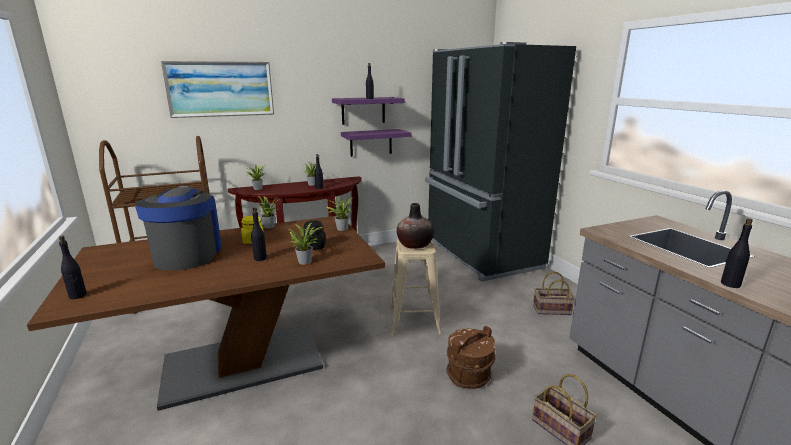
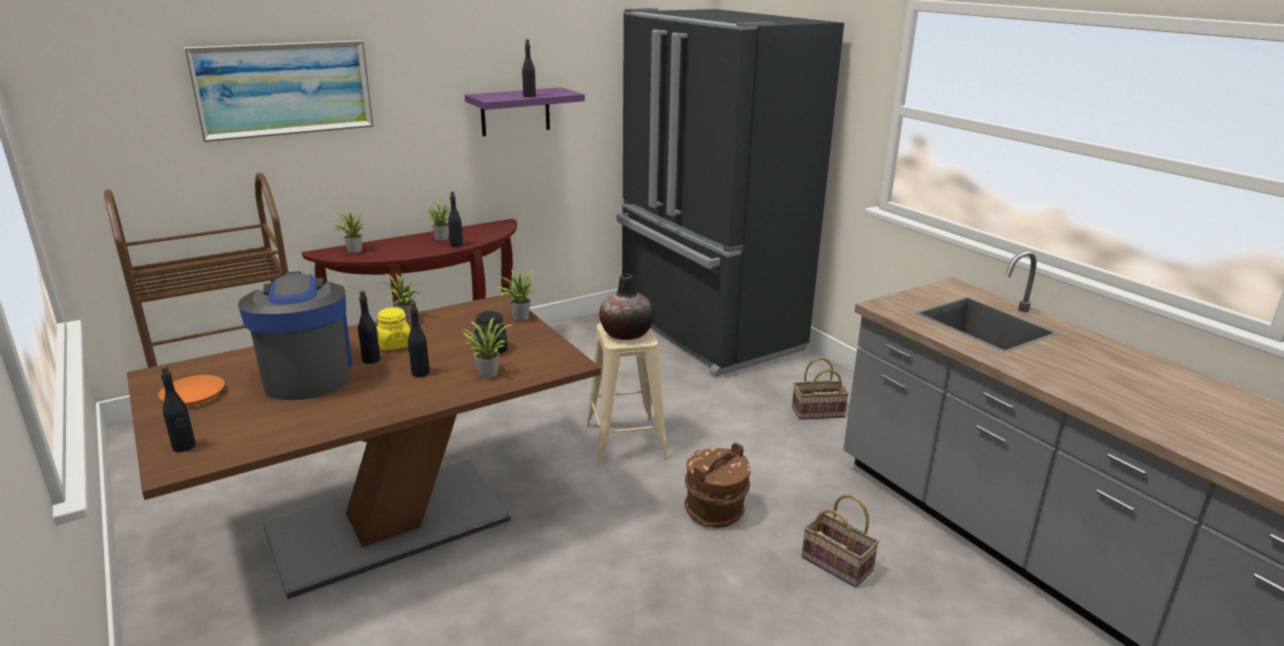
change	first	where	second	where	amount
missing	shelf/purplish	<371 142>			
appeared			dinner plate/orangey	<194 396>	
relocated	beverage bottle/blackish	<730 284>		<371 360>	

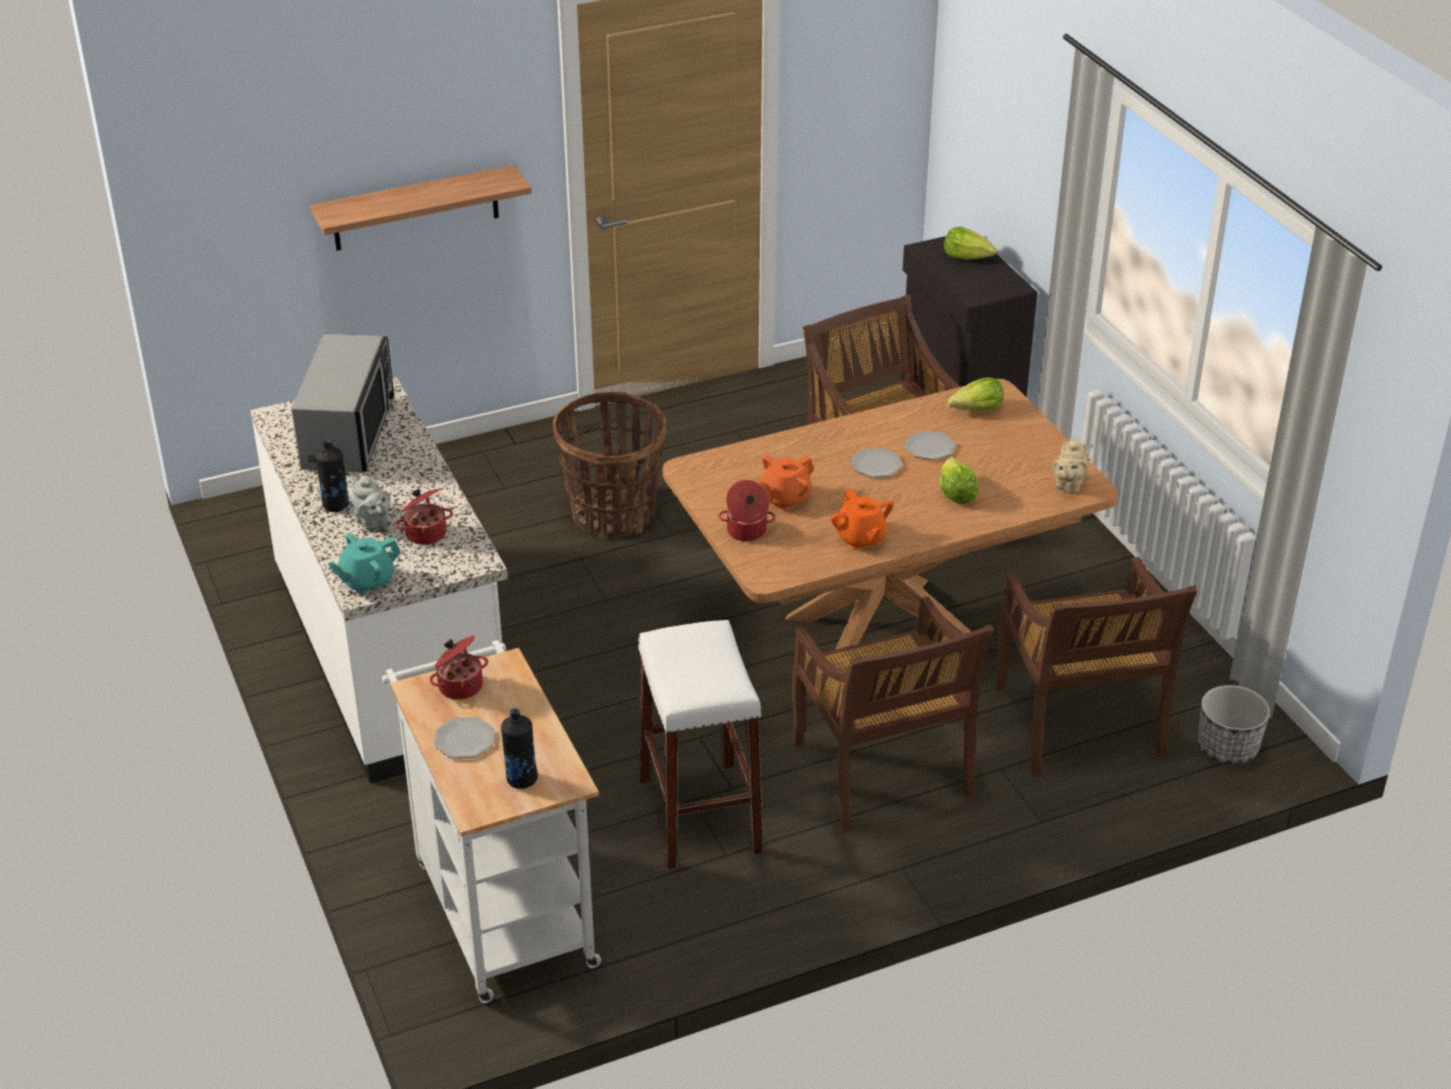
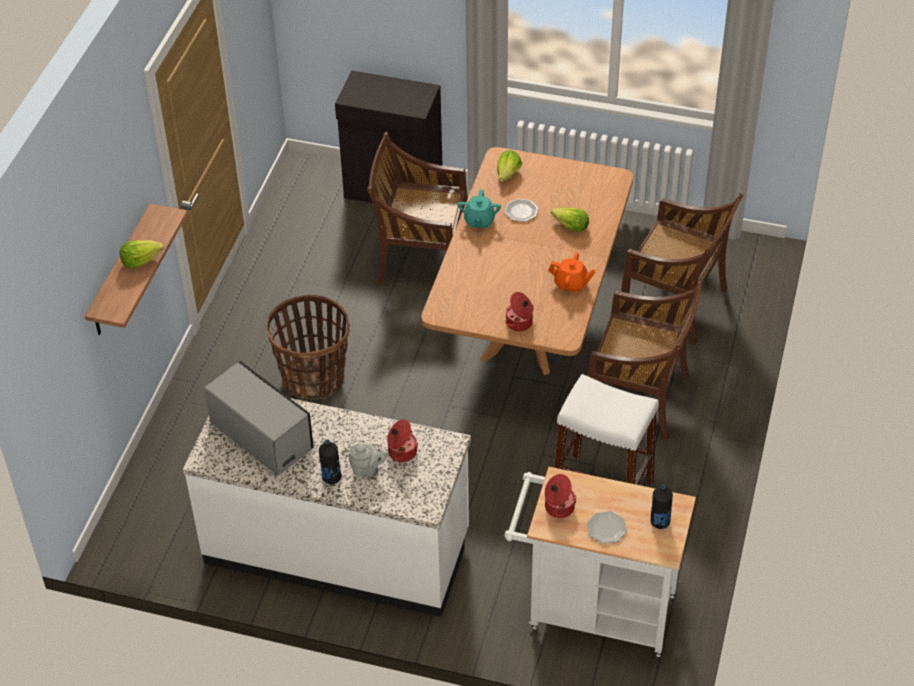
change	first	where	second	where	amount
missing	tea pot/orangey	<784 499>			
missing	dinner plate	<876 465>			
missing	tea pot/beige	<1068 485>			
missing	plant pot	<1226 748>			
relocated	tea pot/turquoise	<367 581>		<479 221>	
relocated	lettuce head	<967 257>		<141 260>	

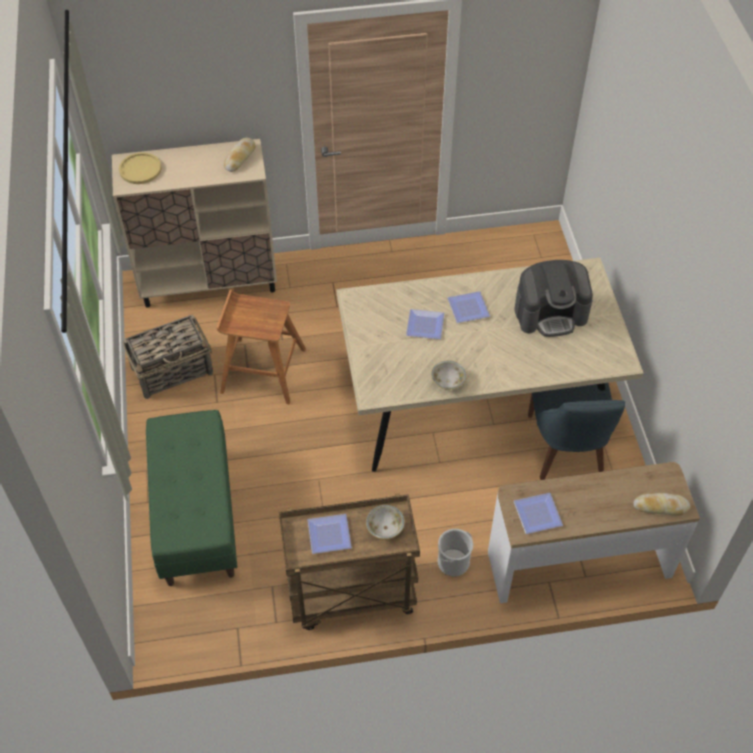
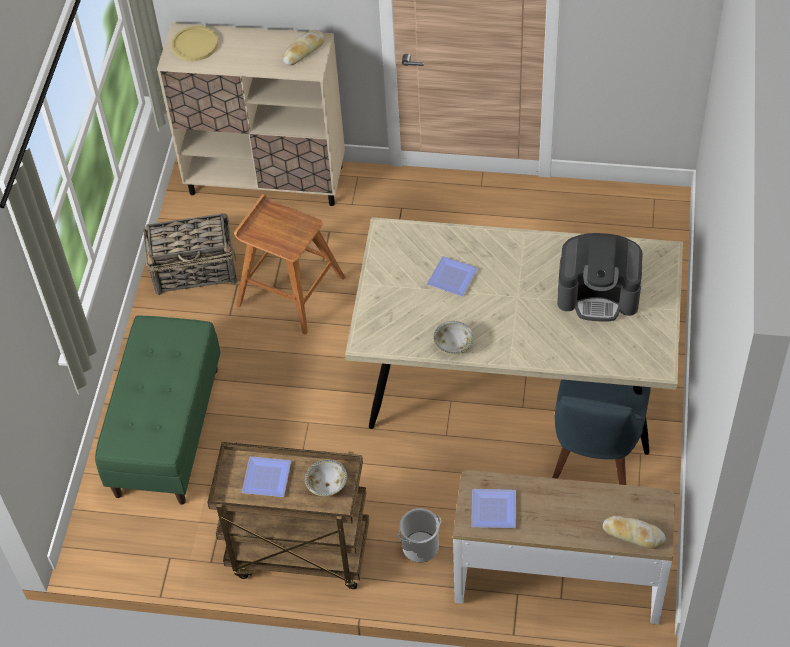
change	first	where	second	where	amount
missing	dinner plate	<470 309>			

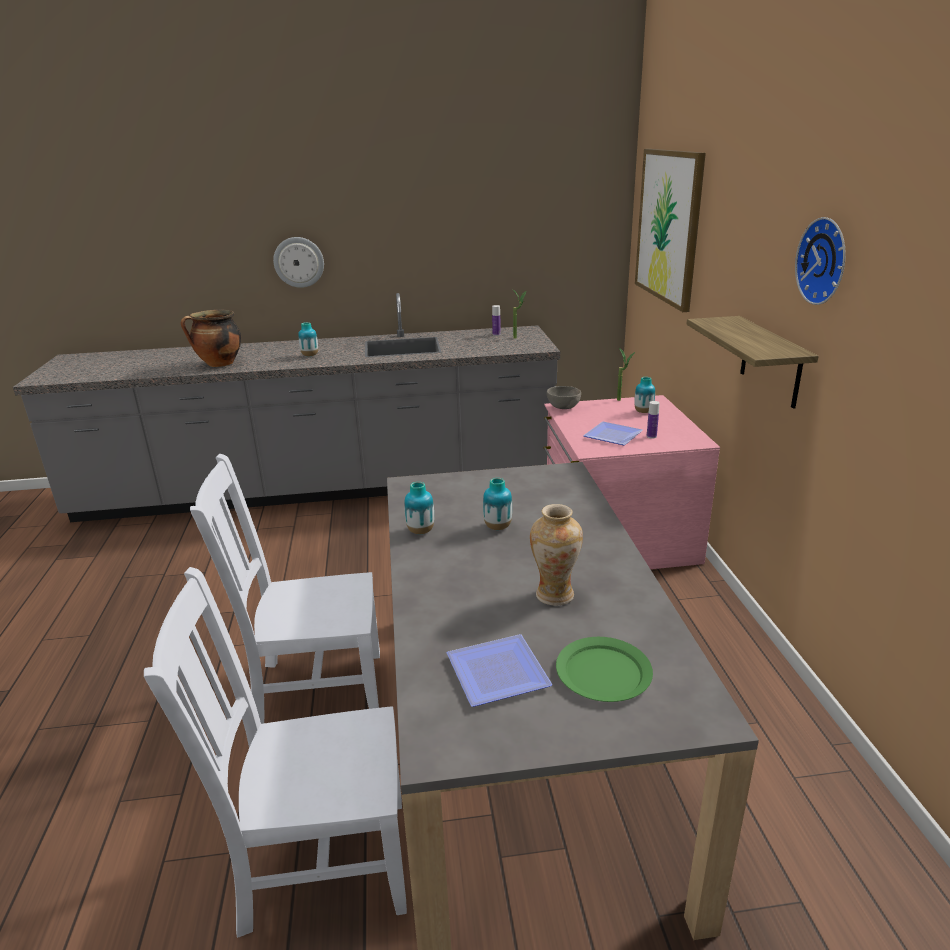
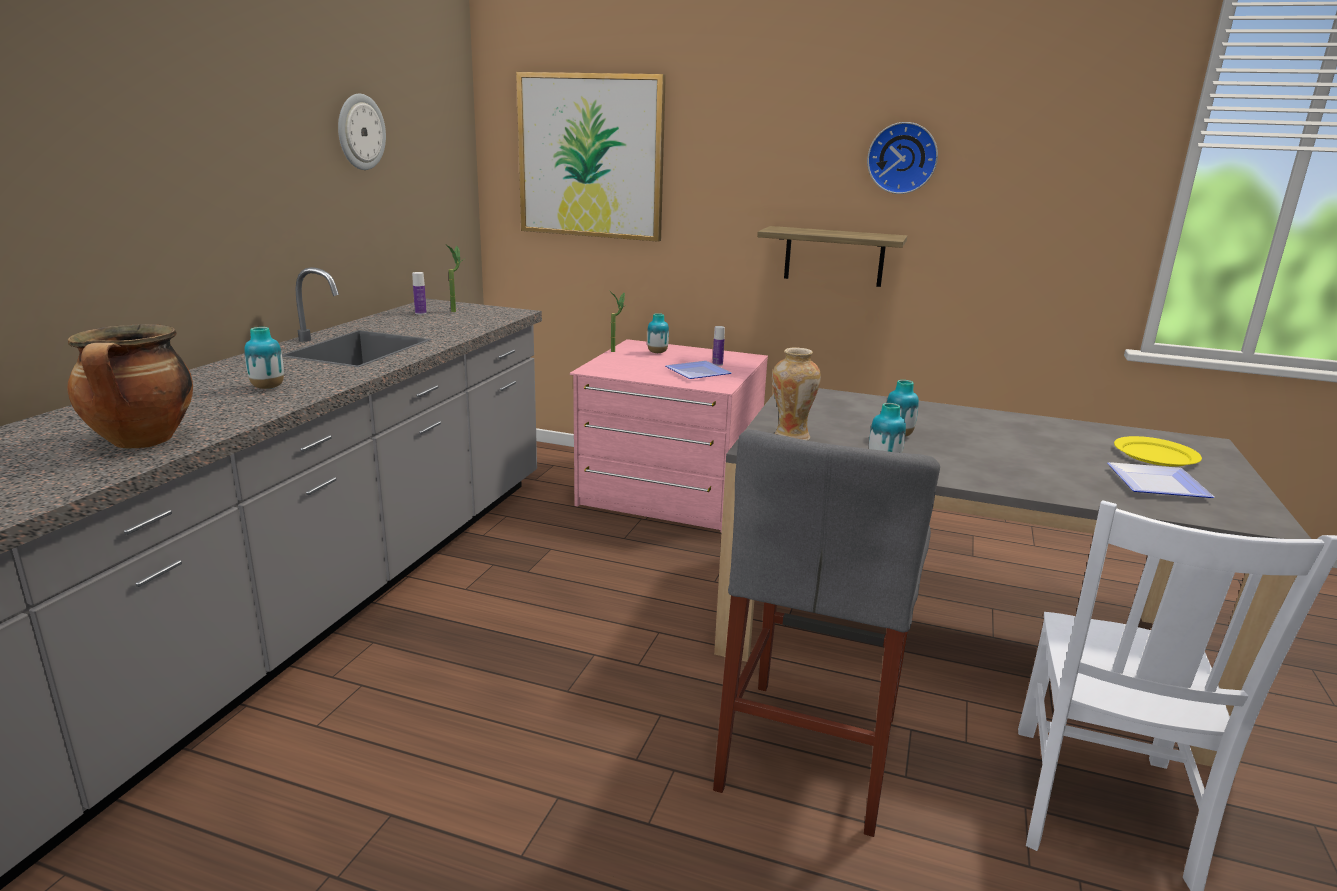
change	first	where	second	where	amount
missing	deep dish/greyish	<563 408>			
relocated	hanging clock	<299 262>		<360 132>	
relocated	decorative vase	<554 594>		<791 437>	
exchanged	chair/white-coloured	<314 689>	stool/greyish	<809 751>	
colour	dinner plate/greenish	<602 672>	dinner plate/yellow	<1155 455>	

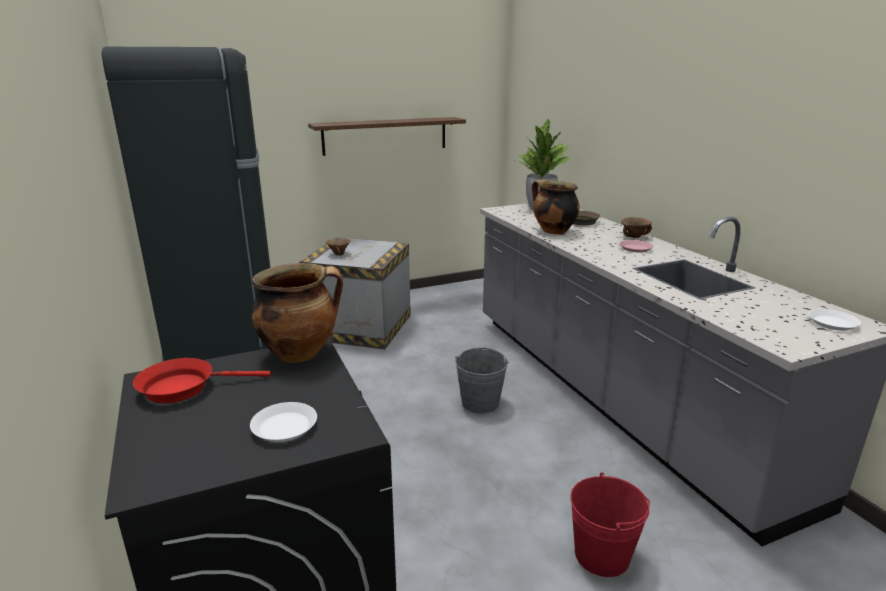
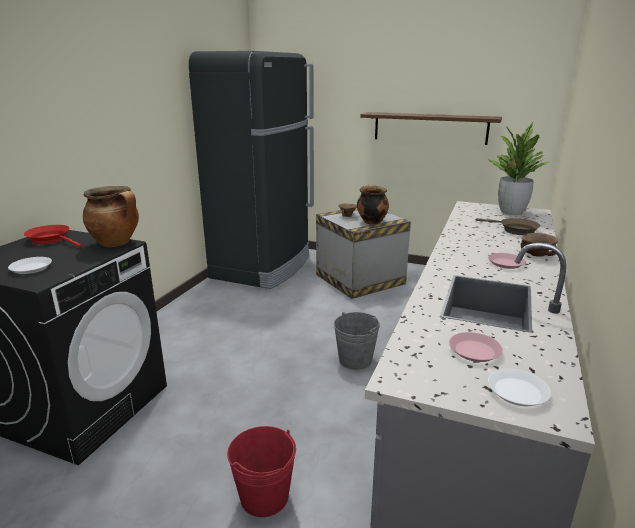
change	first	where	second	where	amount
appeared			dinner plate/pink-coloured	<474 351>	
relocated	stockpot	<552 231>		<371 222>	

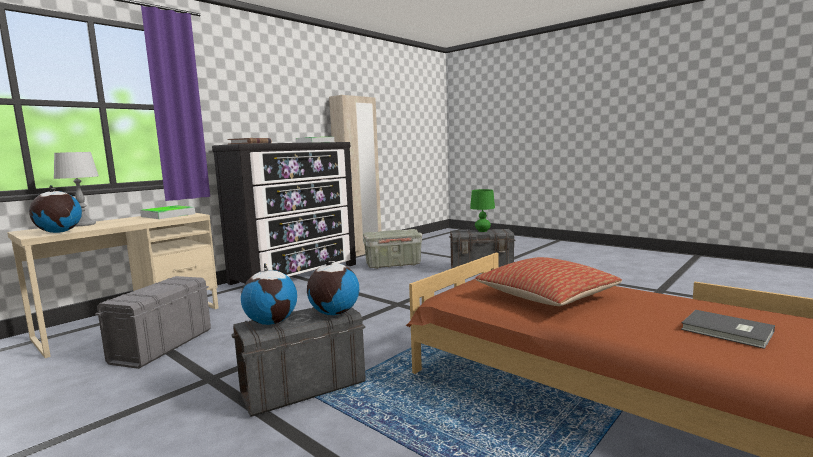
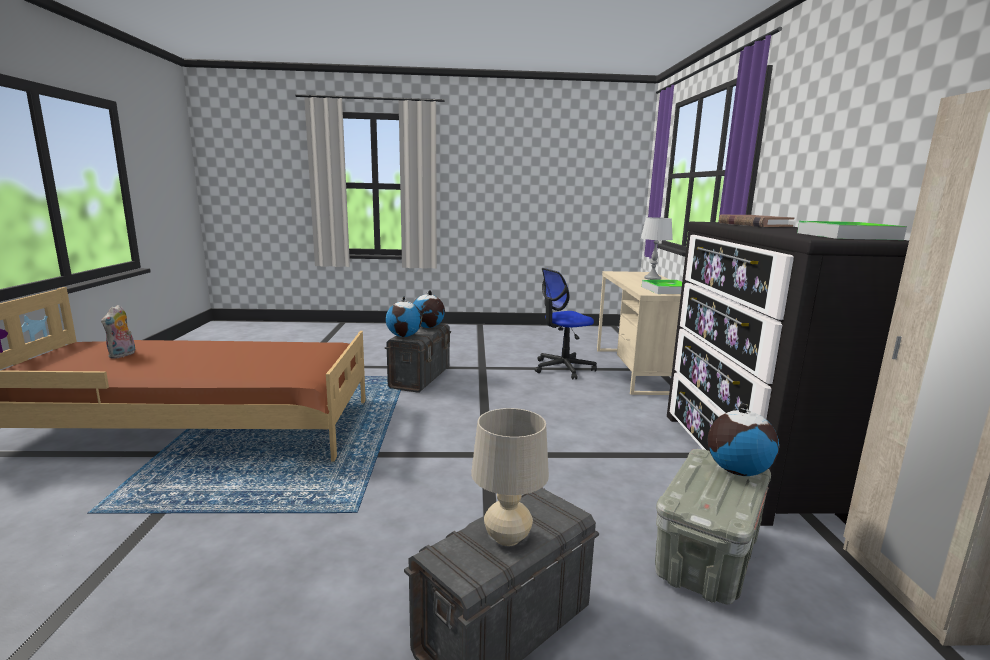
change	first	where	second	where	amount
missing	pillow	<546 297>			
relocated	globe	<59 232>		<737 471>	
exchanged	storage box/greyish	<162 346>	desk chair	<563 368>	
exchanged	volume/greyish	<727 331>	cuddly toy	<123 355>	
colour	tabletop lamp/greenish	<482 231>	tabletop lamp/beige	<507 537>	

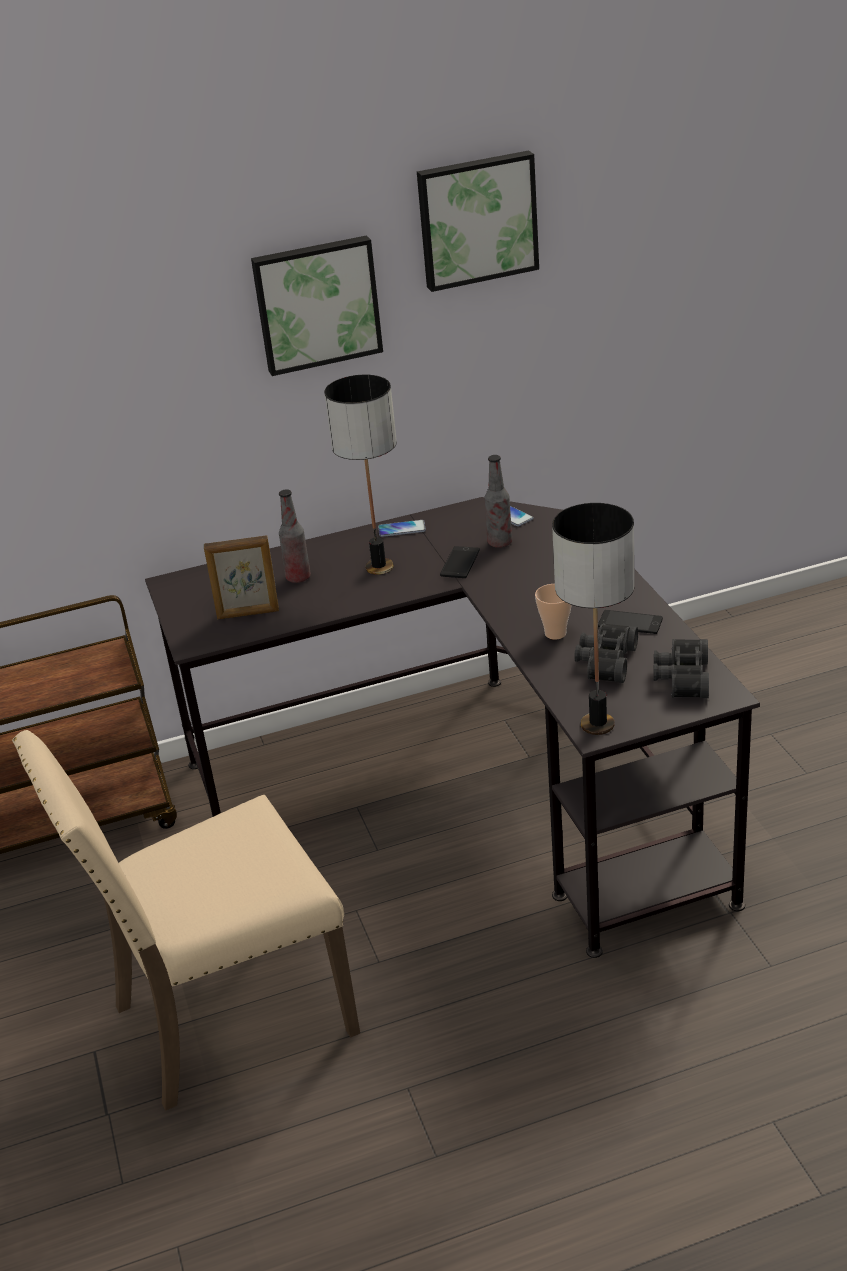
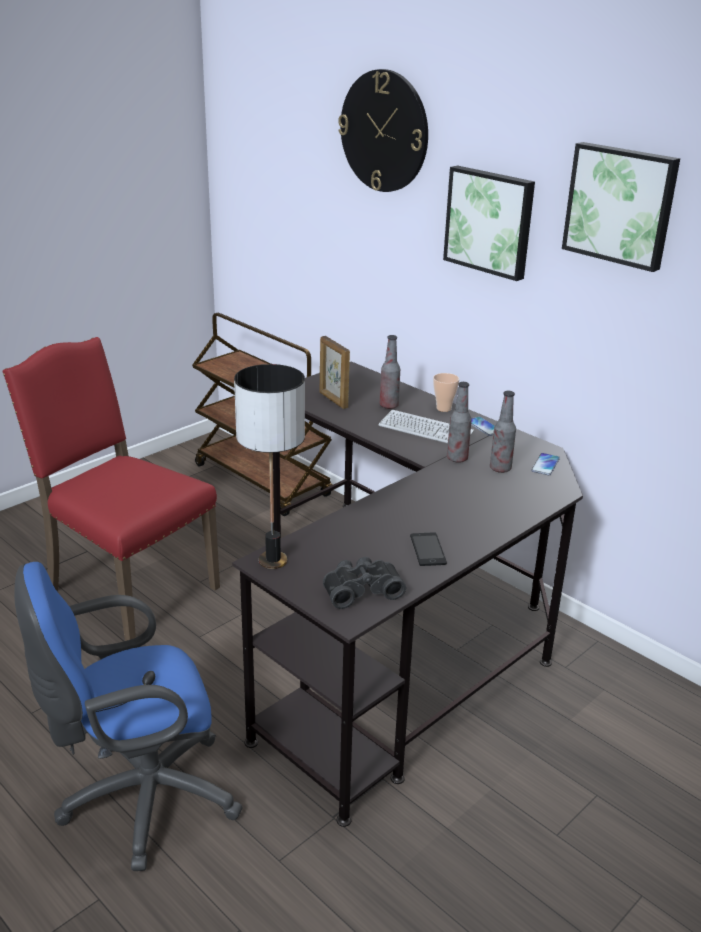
change	first	where	second	where	amount
missing	binoculars/blackish	<604 661>			
appeared			desk chair/blue	<140 799>	
appeared			hanging clock	<384 131>	
relocated	drinking cup	<555 633>		<443 408>	
exchanged	tabletop lamp	<379 567>	PC keyboard	<425 430>	
exchanged	phone	<460 563>	beverage bottle	<457 459>	
colour	chair/beige	<227 1017>	chair/reddish	<127 589>	

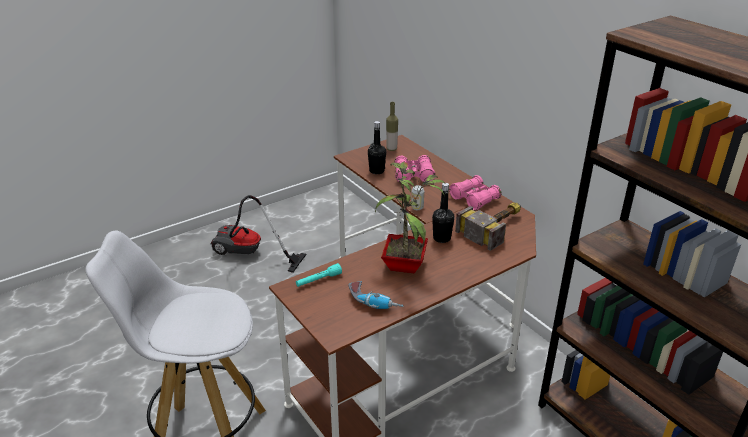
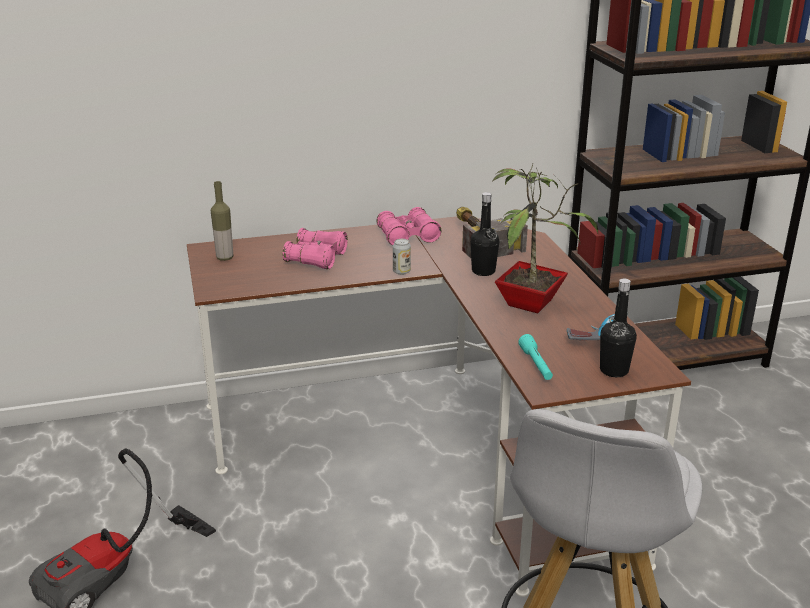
change	first	where	second	where	amount
relocated	beverage bottle/blackish	<376 171>		<614 370>	

